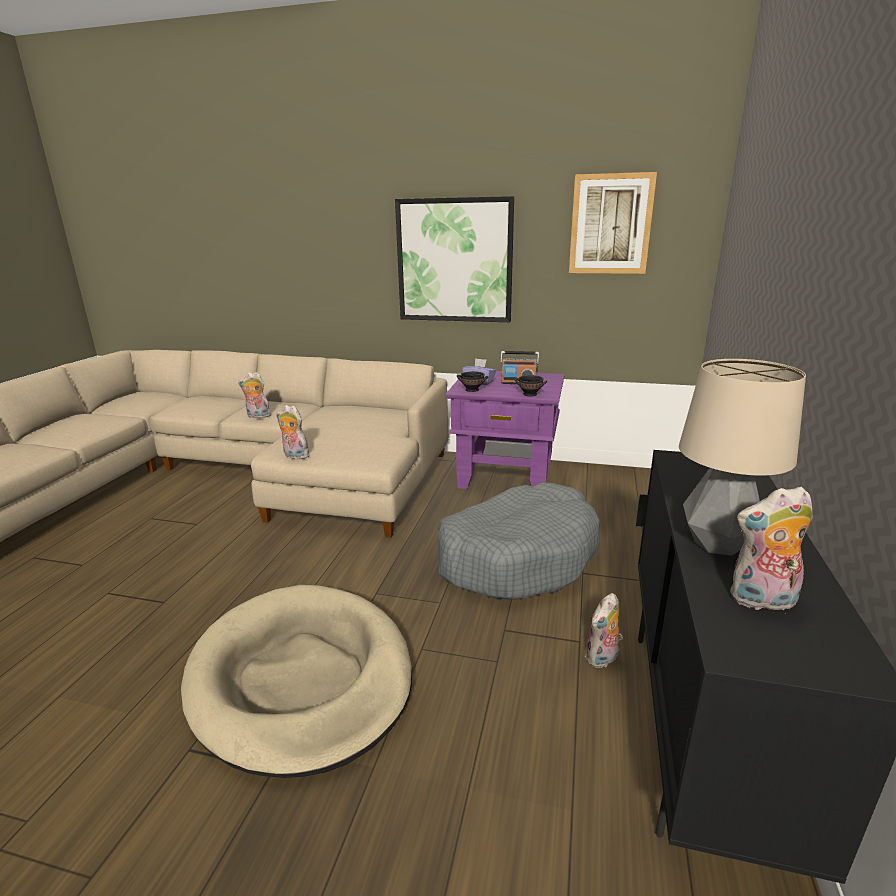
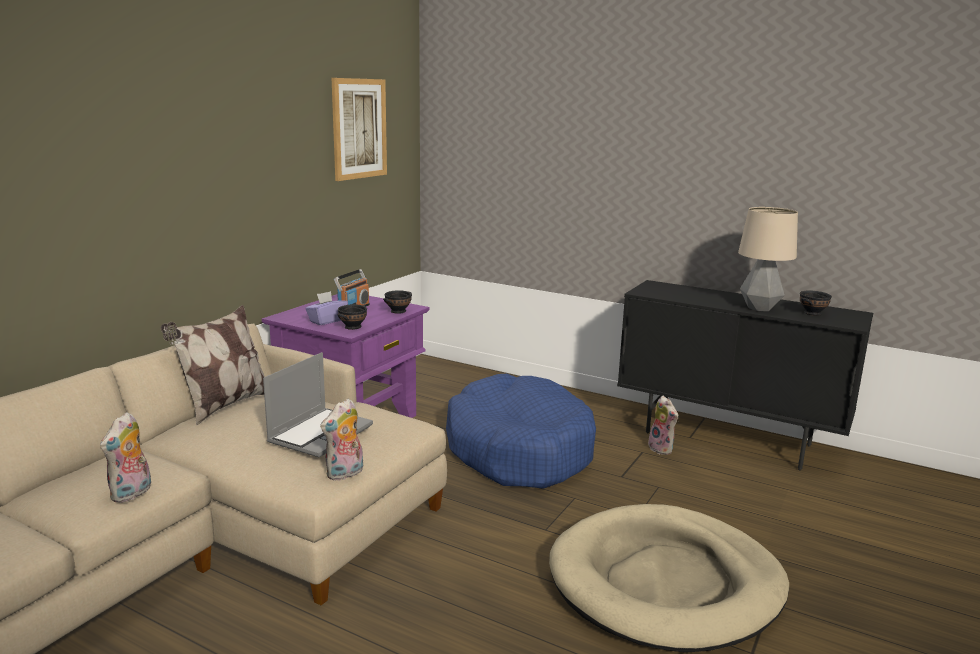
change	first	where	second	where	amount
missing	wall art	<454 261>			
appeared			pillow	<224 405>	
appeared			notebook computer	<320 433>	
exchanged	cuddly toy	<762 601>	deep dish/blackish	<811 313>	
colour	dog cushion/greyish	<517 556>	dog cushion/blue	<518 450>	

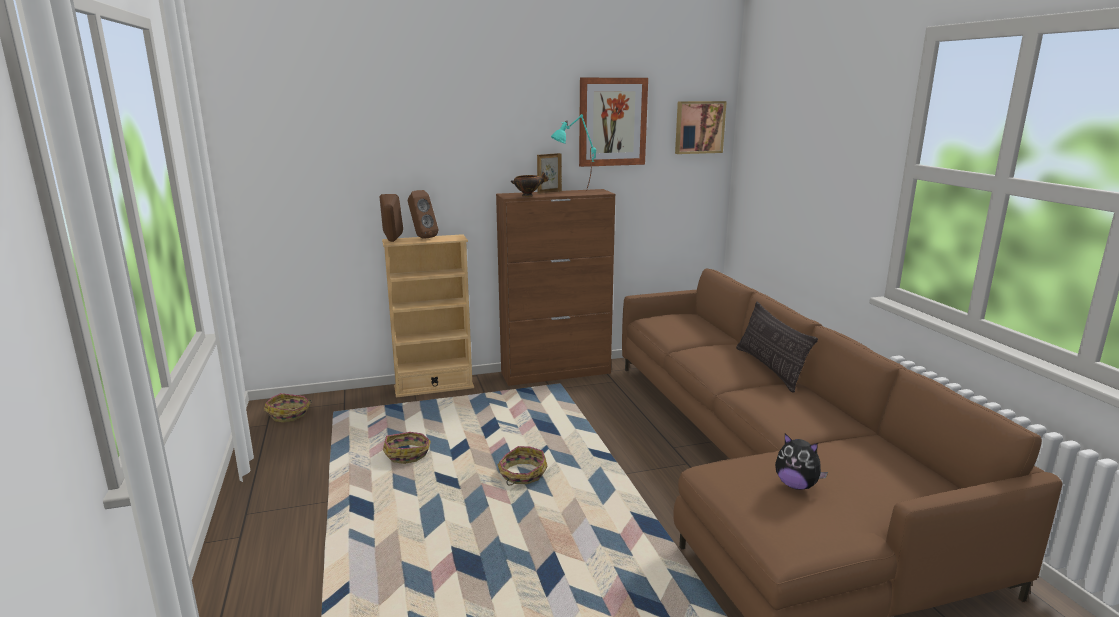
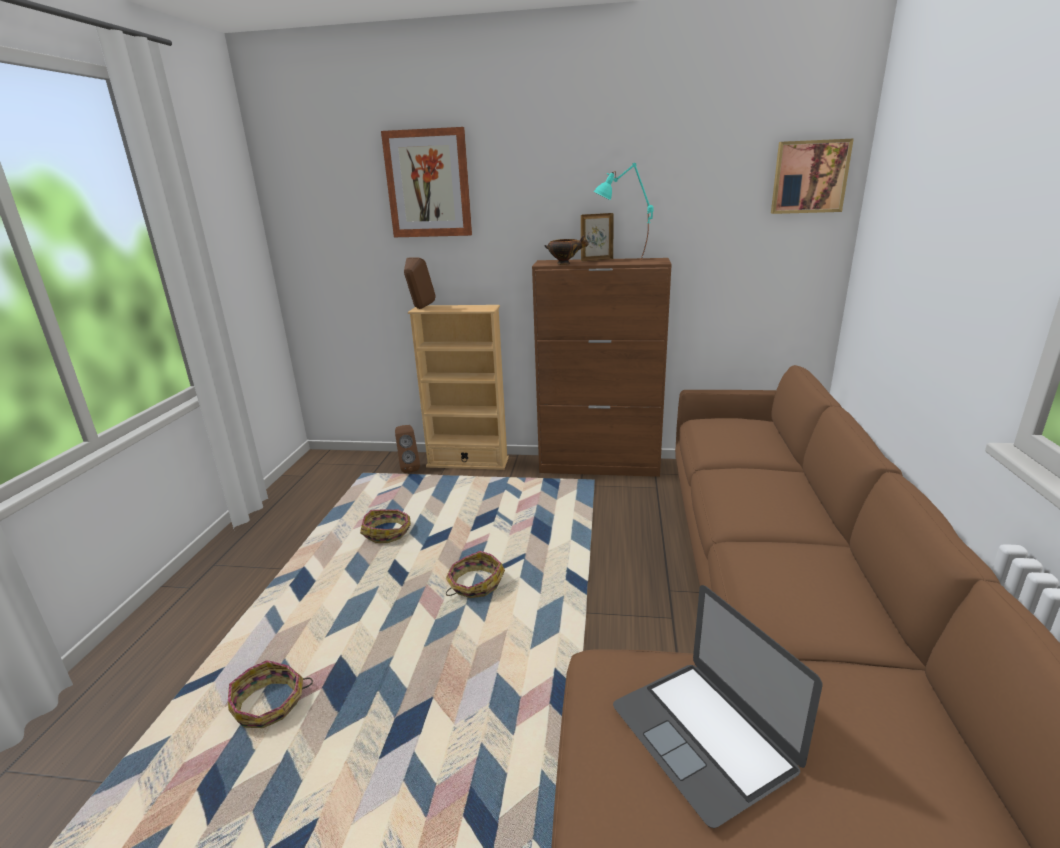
change	first	where	second	where	amount
missing	pillow	<770 368>			
relocated	basket	<290 414>		<270 705>	
relocated	speaker/brown-coloured	<422 237>		<408 468>	
relocated	wall art	<612 122>		<428 184>	
exchanged	cuddly toy	<796 485>	notebook computer	<703 736>	

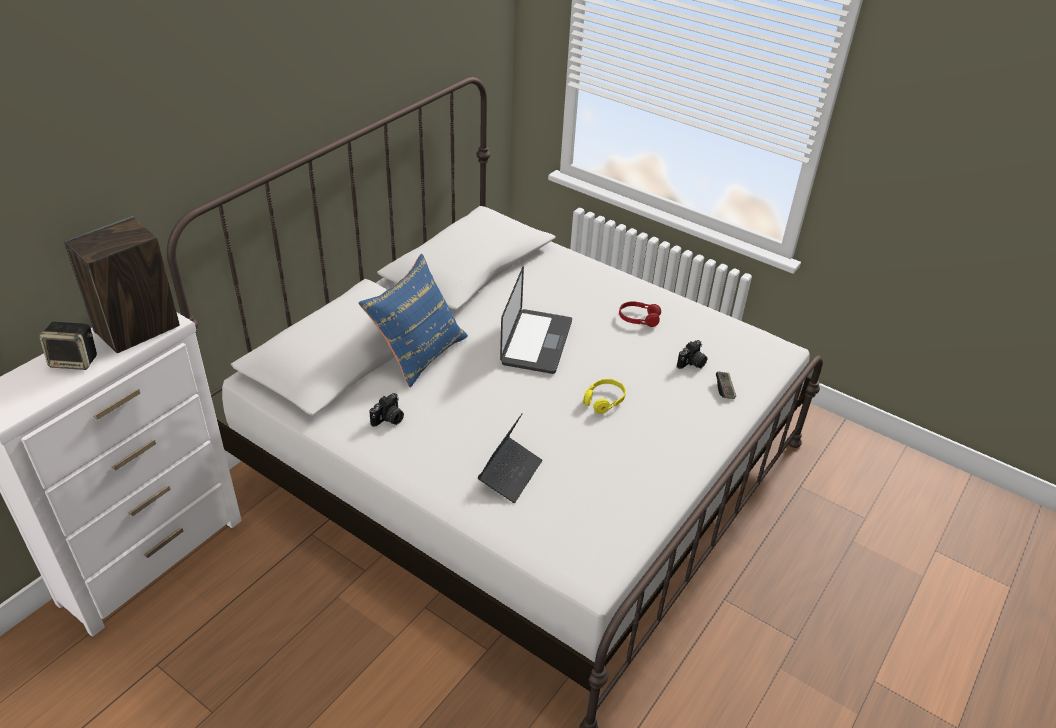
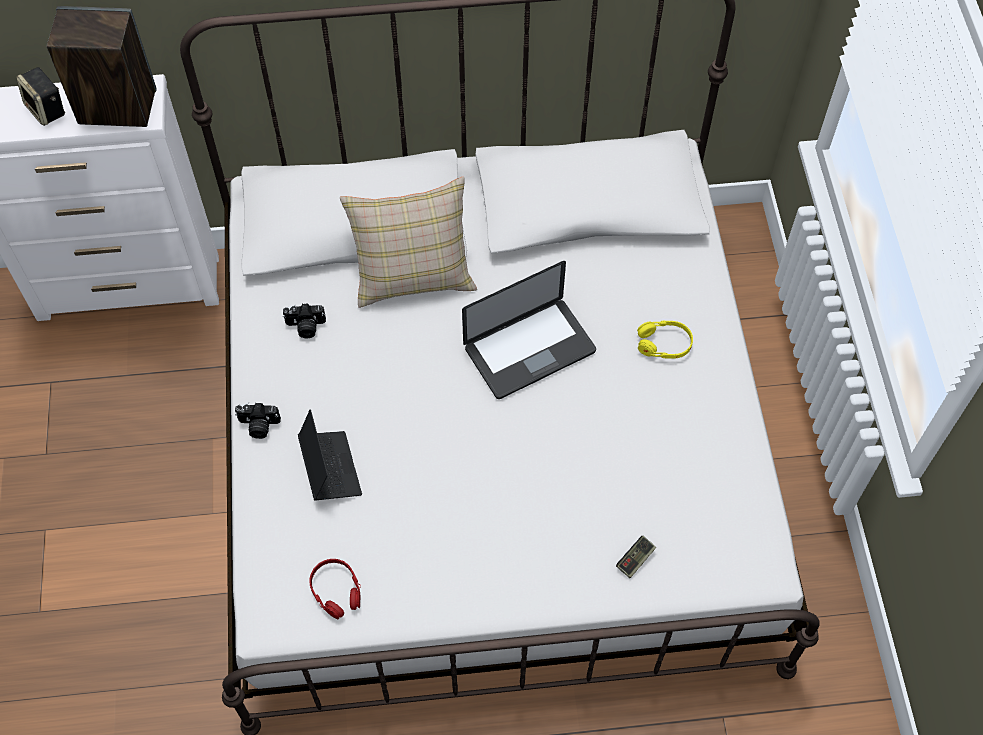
change	first	where	second	where	amount
relocated	pair of headphones/yellow	<604 400>		<664 344>	
relocated	pair of headphones/reddish	<638 318>		<336 591>	
relocated	photo camera	<692 363>		<258 426>	
colour	pillow/blue	<418 352>	pillow/beige	<413 273>	
spun	notebook computer	<510 474>		<330 468>	90 degrees counterclockwise

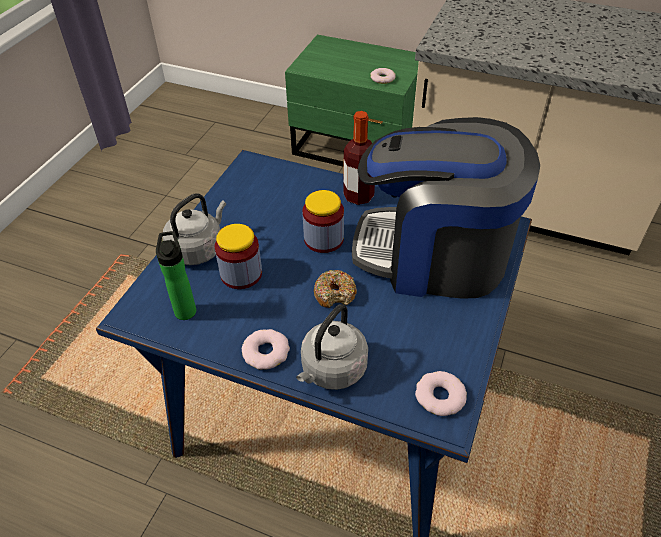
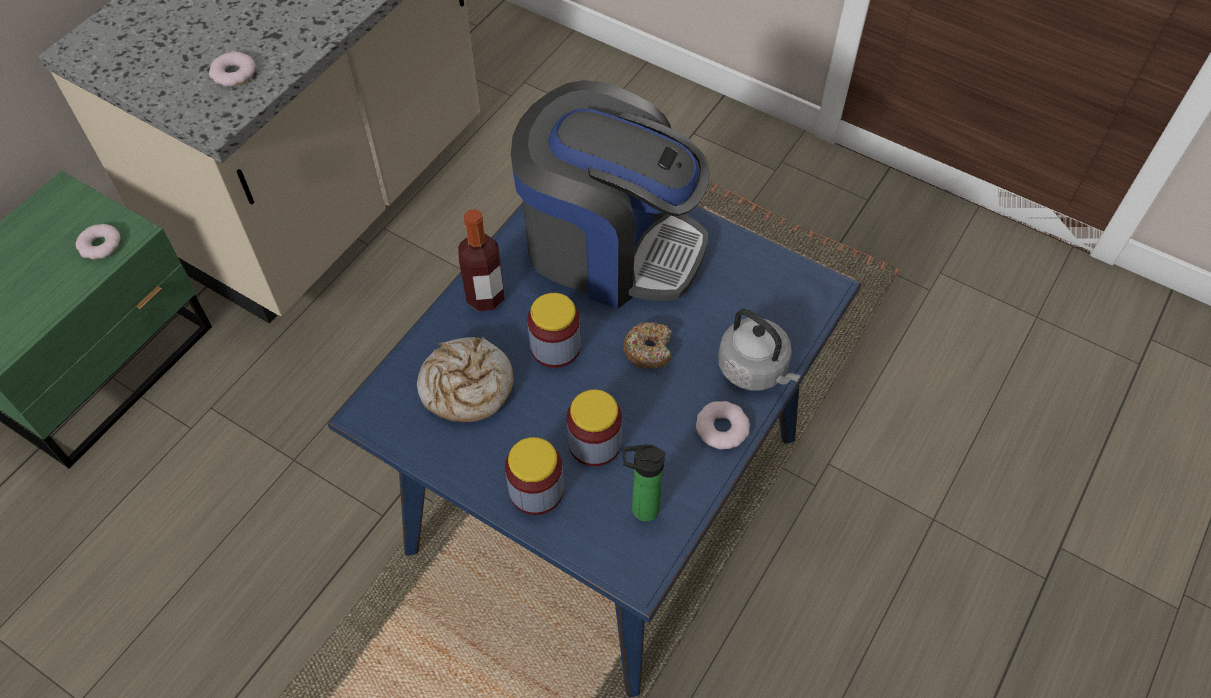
change	first	where	second	where	amount
appeared			bakery bread	<466 387>	
relocated	donut	<440 397>		<234 73>	
exchanged	water kettle/greyish	<198 249>	preserve jar	<536 490>	
spun	coffee brewer	<434 255>		<609 246>	90 degrees counterclockwise

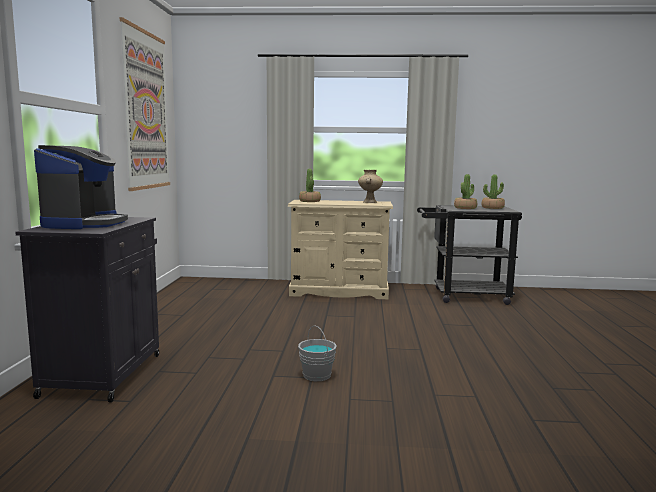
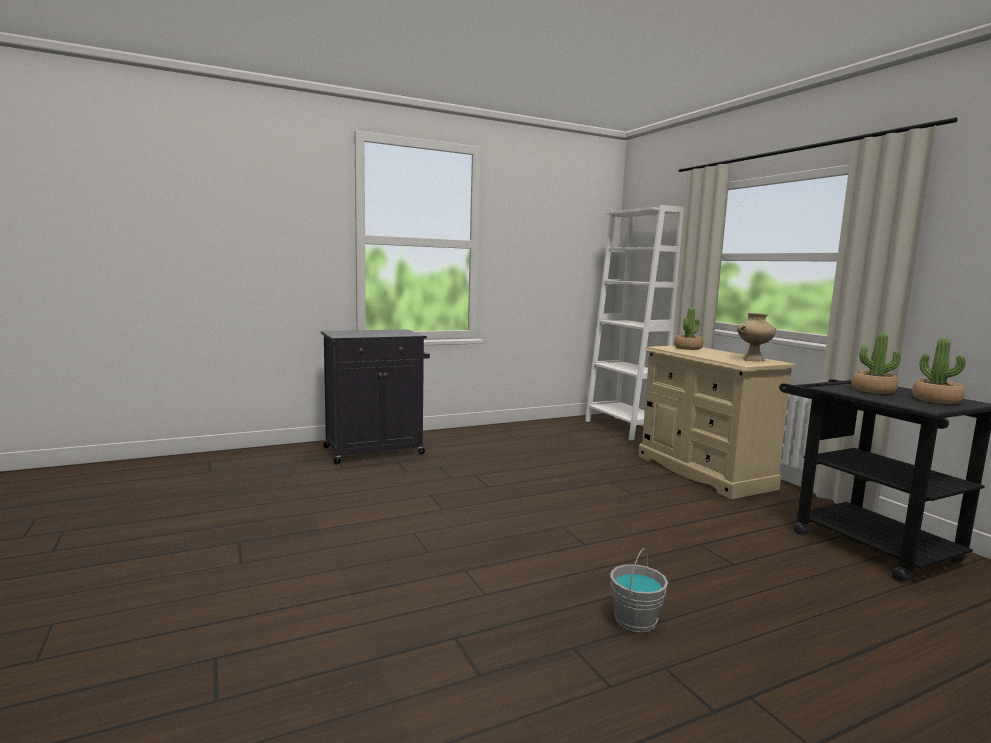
change	first	where	second	where	amount
missing	coffee brewer	<84 224>			
missing	wall art	<146 111>			
appeared			shelving unit/white-coloured	<623 428>	
relocated	bucket/greyish	<316 375>		<635 620>	

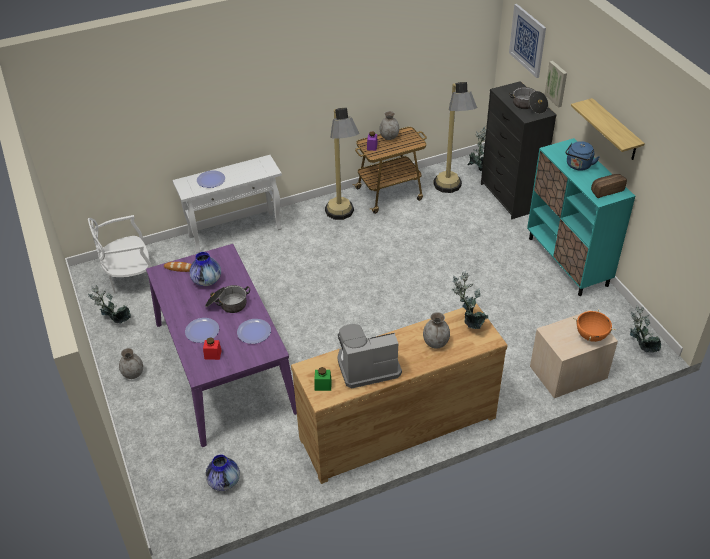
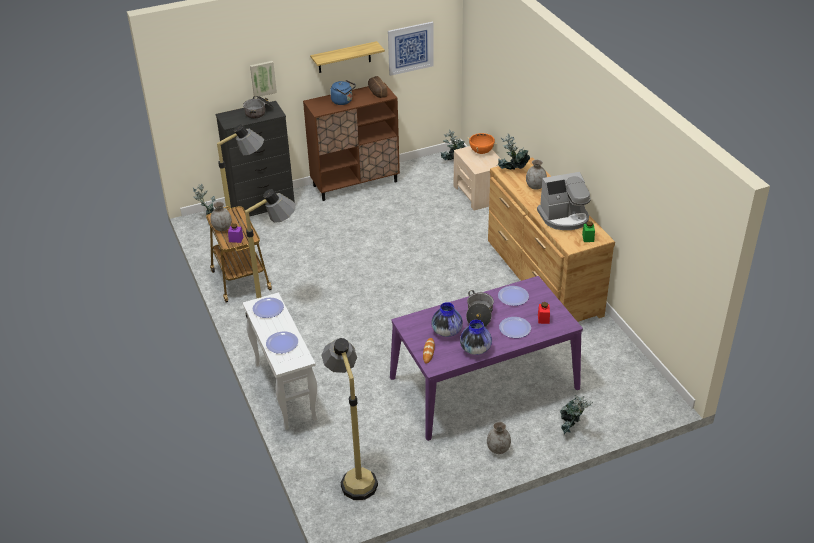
change	first	where	second	where	amount
appeared			dinner plate	<268 308>	
relocated	potted plant	<115 321>		<571 427>	
relocated	decorative vase	<224 481>		<475 349>	
relocated	wall art	<527 40>		<410 48>	
exchanged	chair/white-coloured	<130 278>	standard lamp	<354 473>	
colour	storage cabinet/turquoise	<567 261>	storage cabinet/brown-coloured	<355 183>	
spun	coffee brewer	<367 366>		<564 217>	90 degrees counterclockwise

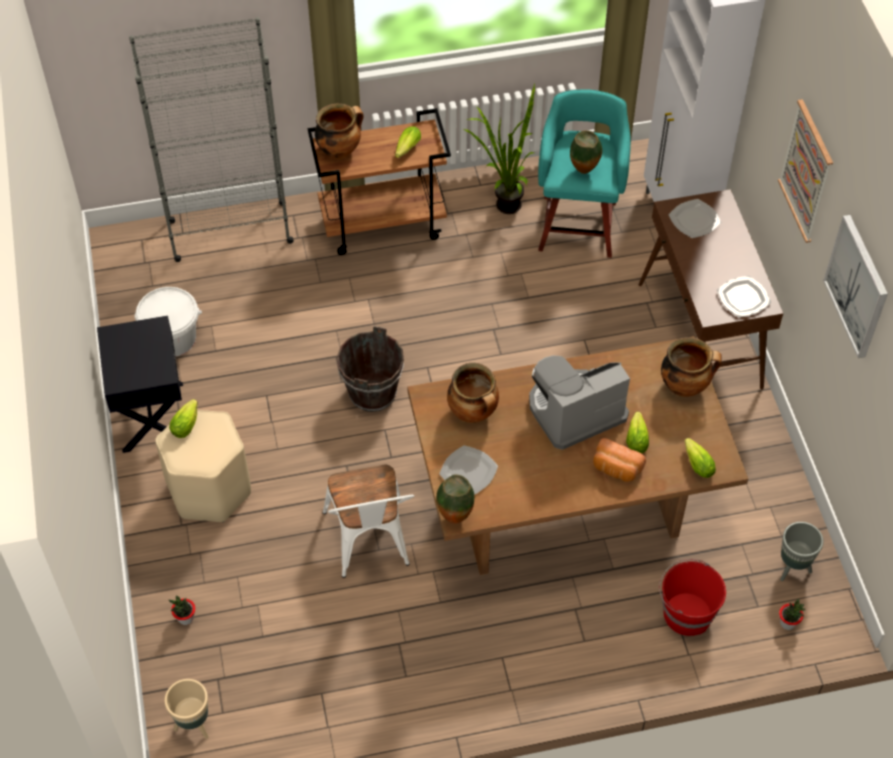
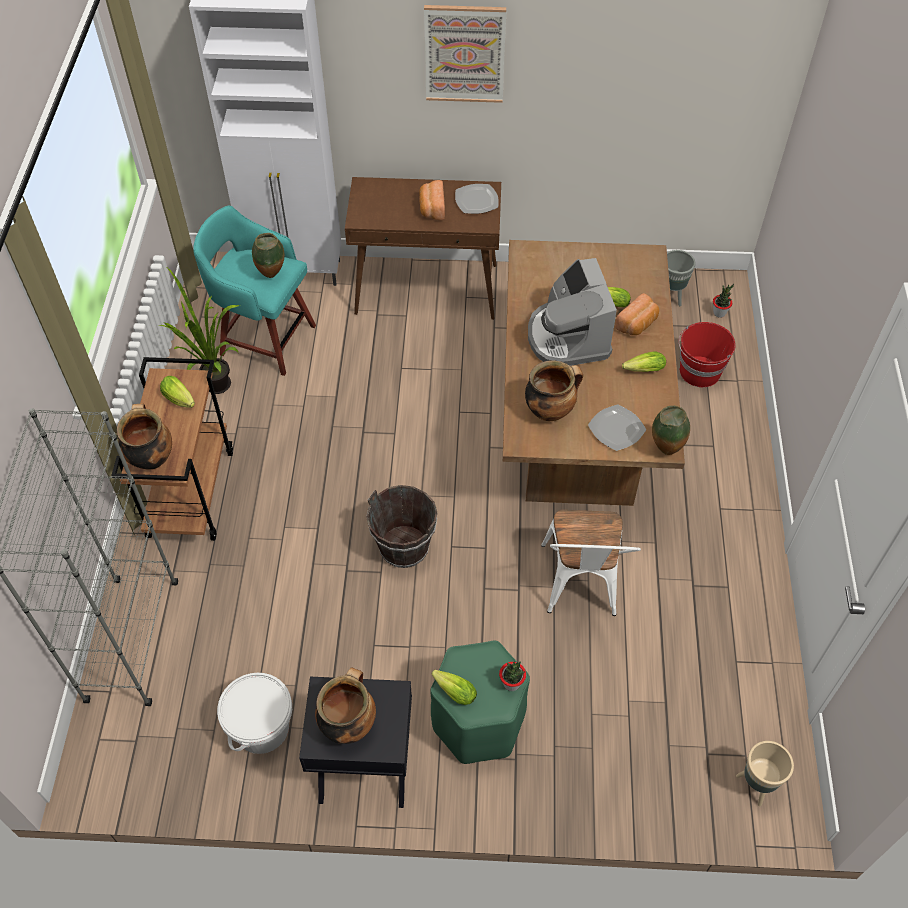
change	first	where	second	where	amount
missing	dinner plate	<695 220>			
missing	wall art	<857 286>			
appeared			bakery bread	<431 208>	
relocated	potted plant	<185 618>		<511 683>	
relocated	stockpot	<685 386>		<348 723>	
relocated	lettuce head	<696 463>		<642 370>	
colour	stool/beige	<209 489>	stool/greenish	<478 722>	
spun	chair/white-coloured	<370 544>		<581 586>	90 degrees clockwise

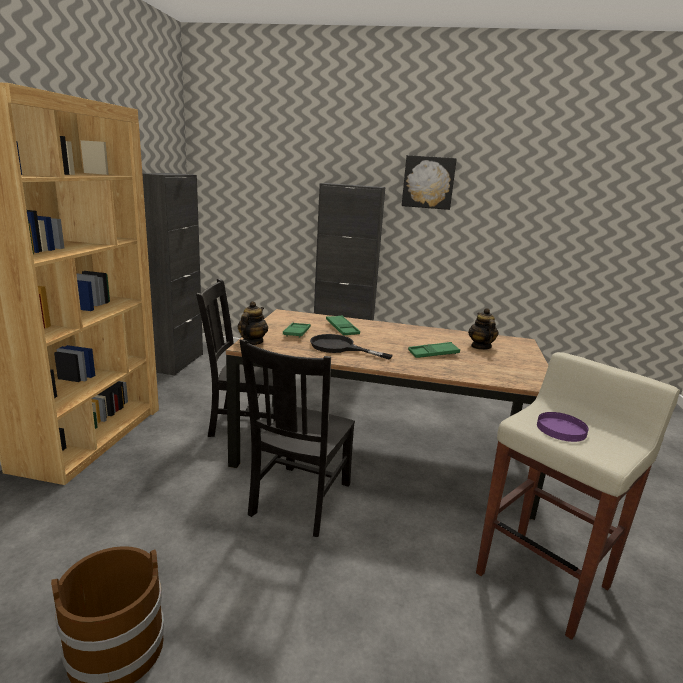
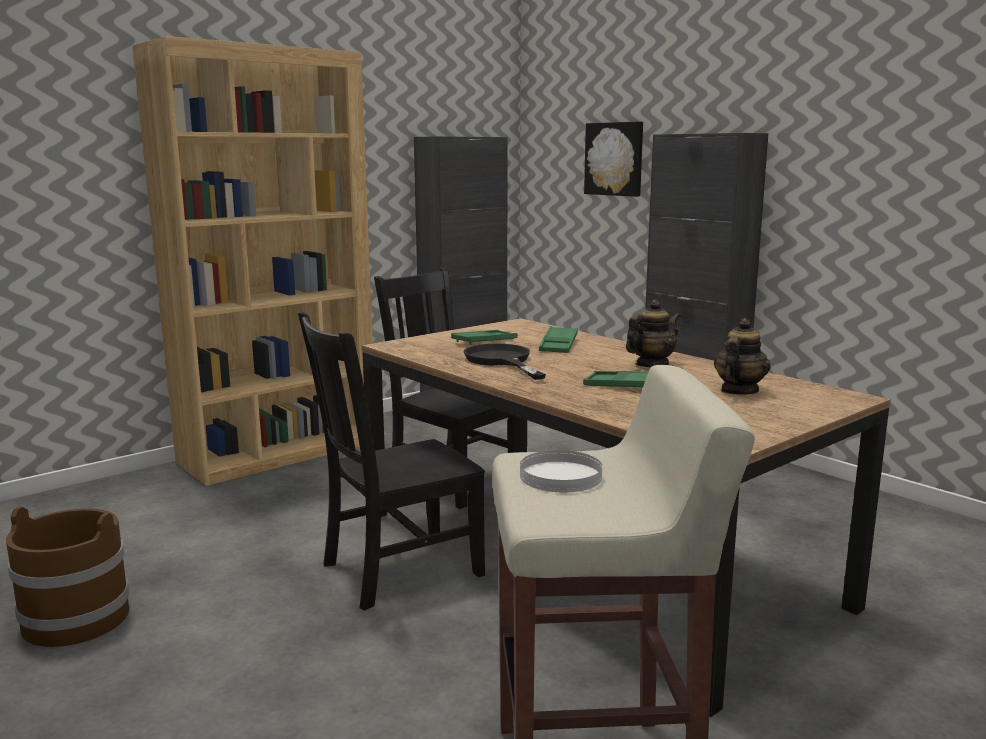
change	first	where	second	where	amount
relocated	tea pot	<252 342>		<651 365>	
relocated	wall art	<428 182>		<615 159>	
colour	dinner plate/purplish	<561 429>	dinner plate/white-coloured	<560 476>	

